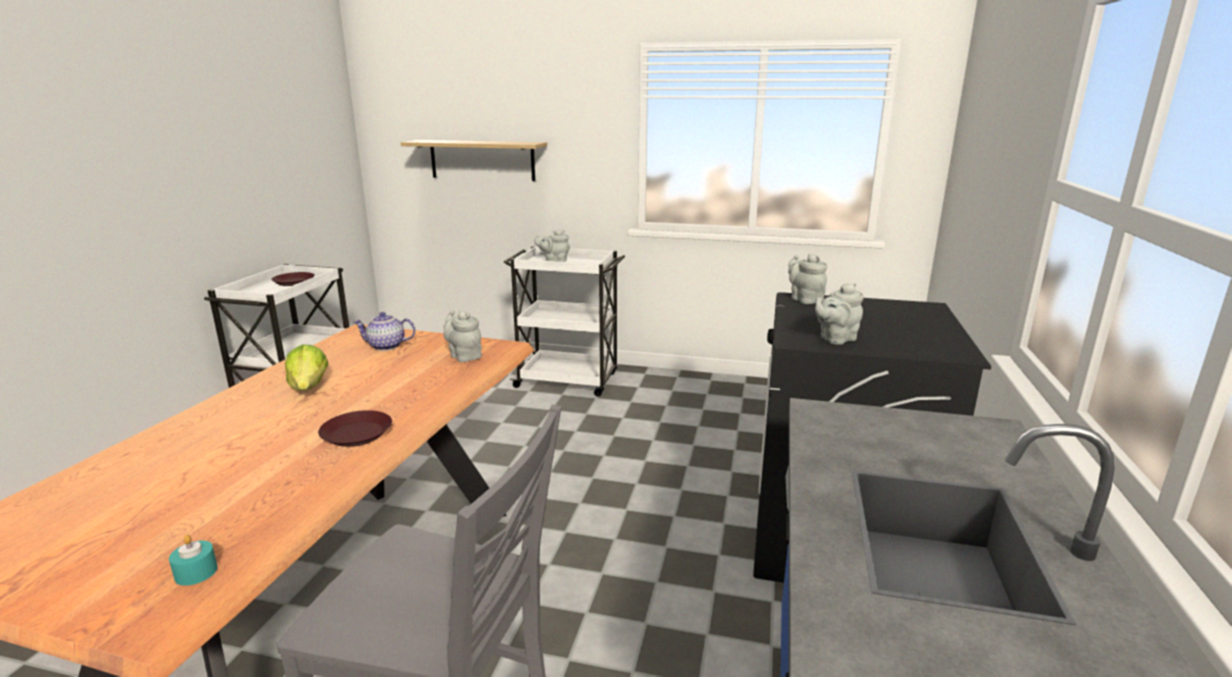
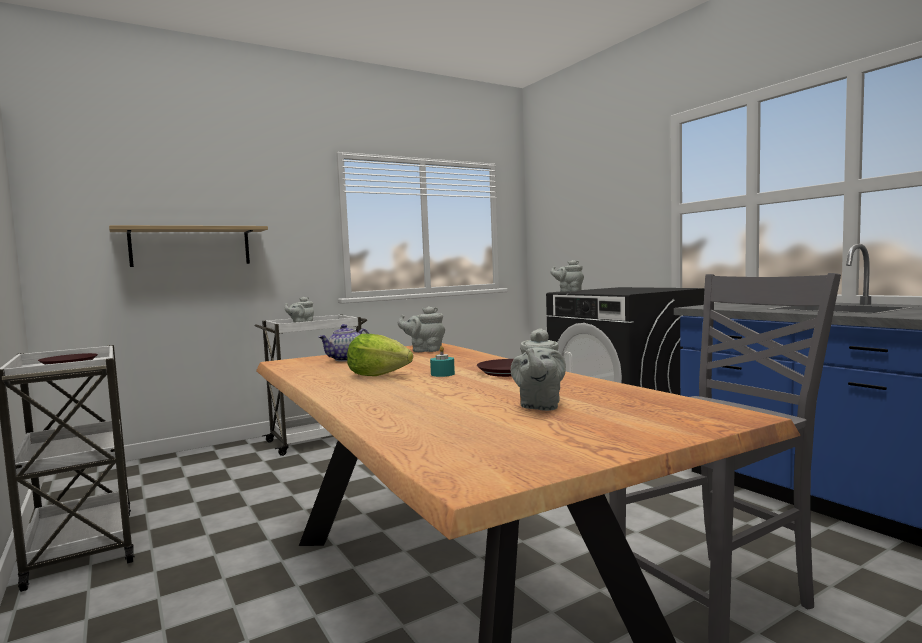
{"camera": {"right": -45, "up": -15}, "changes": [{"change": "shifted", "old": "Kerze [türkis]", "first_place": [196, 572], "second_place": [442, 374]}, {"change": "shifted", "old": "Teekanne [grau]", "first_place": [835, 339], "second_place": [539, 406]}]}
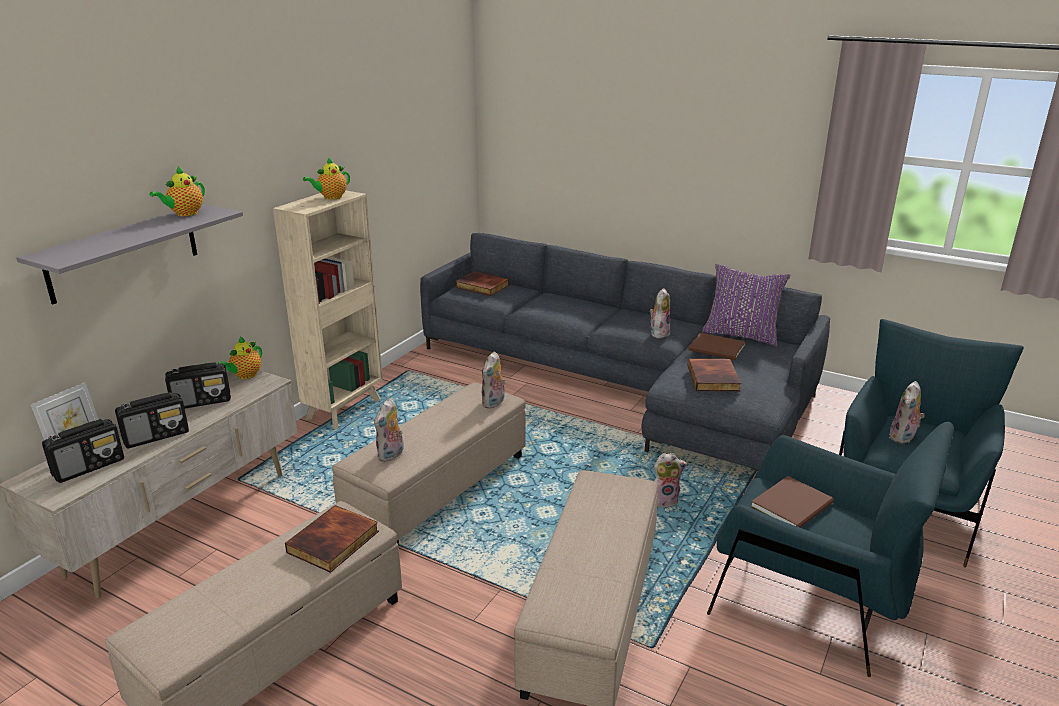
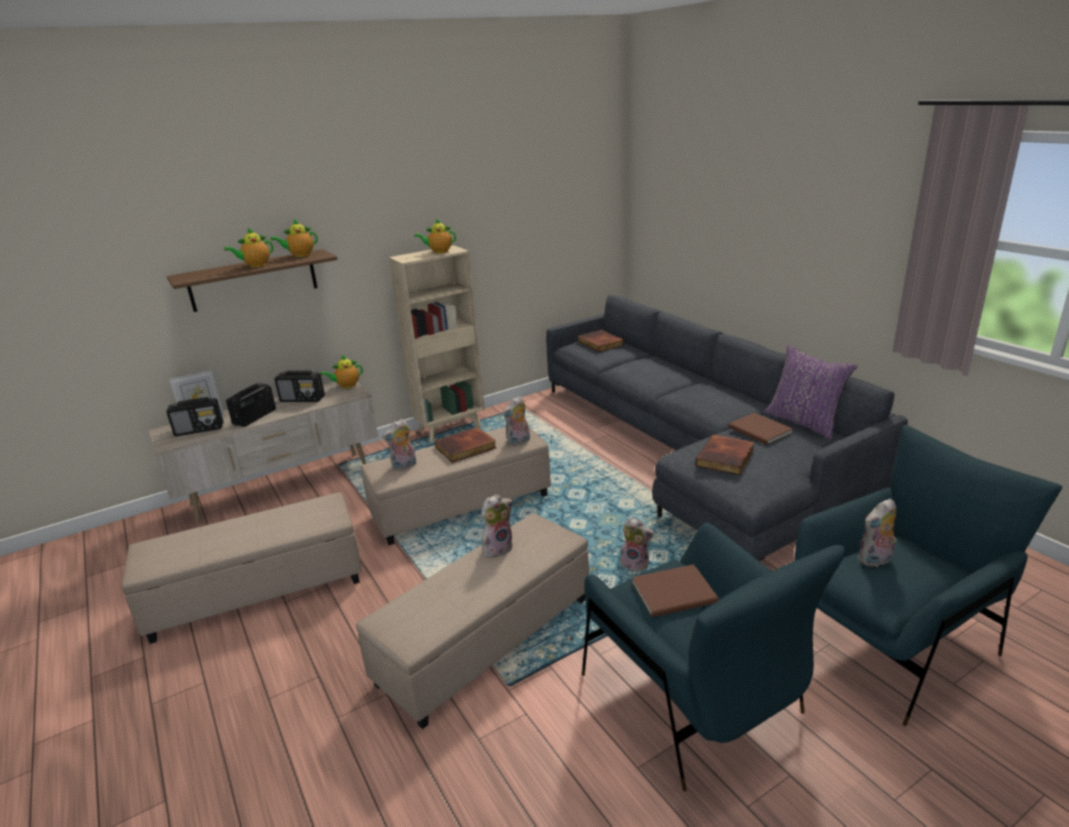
{"camera": {"right": 30, "up": 0}, "changes": [{"change": "new", "new": "Teekanne", "second_place": [255, 265]}, {"change": "shifted", "old": "Buch", "first_place": [334, 542], "second_place": [466, 448]}, {"change": "shifted", "old": "Plüschtier", "first_place": [658, 333], "second_place": [498, 548]}, {"change": "repainted", "old": "Wandregal [grau]", "new": "Wandregal [braun]", "first_place": [124, 252], "second_place": [253, 280]}, {"change": "rotated", "old": "Radio", "first_place": [157, 436], "second_place": [254, 417], "degrees": 120}]}
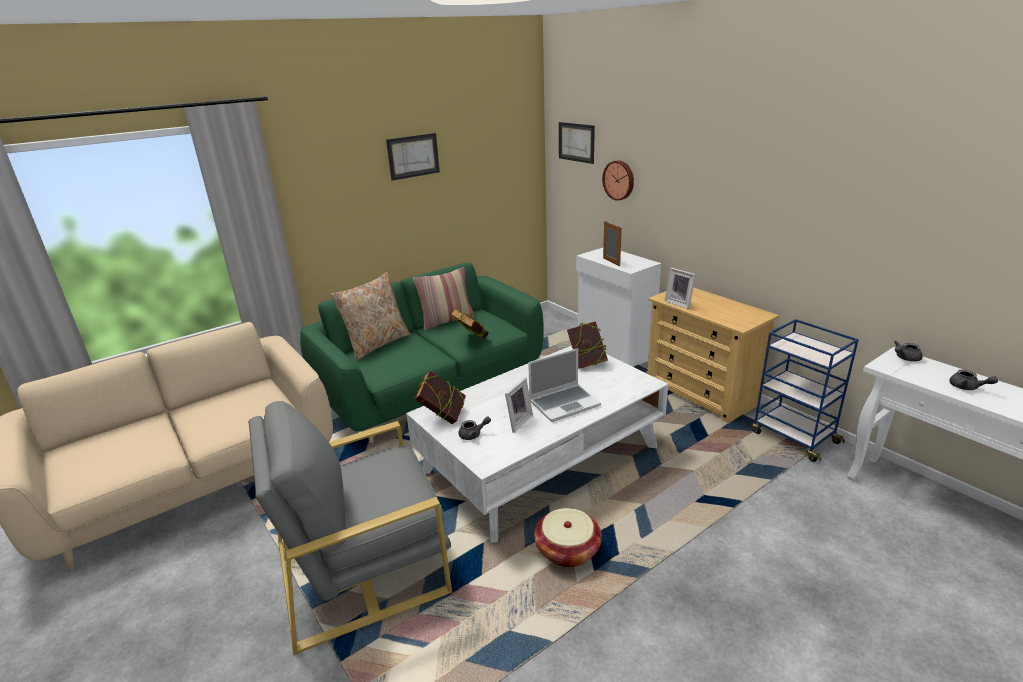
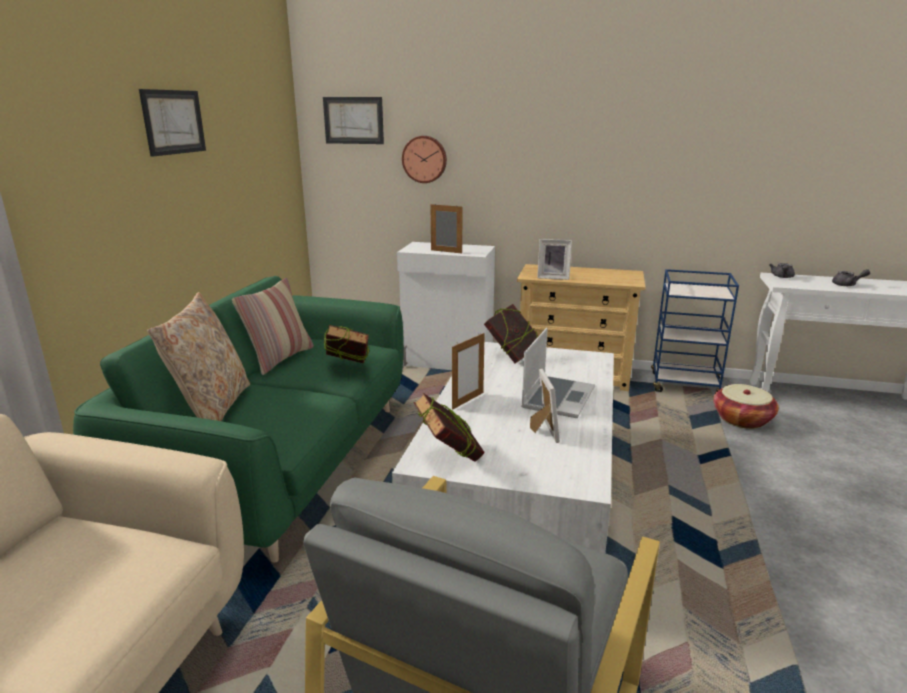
{"camera": {"right": -40, "up": -5}, "changes": [{"change": "gone", "old": "Teekanne [grau]", "first_place": [473, 434]}, {"change": "new", "new": "Bilderrahmen", "second_place": [468, 400]}, {"change": "shifted", "old": "Korb", "first_place": [567, 550], "second_place": [742, 419]}]}
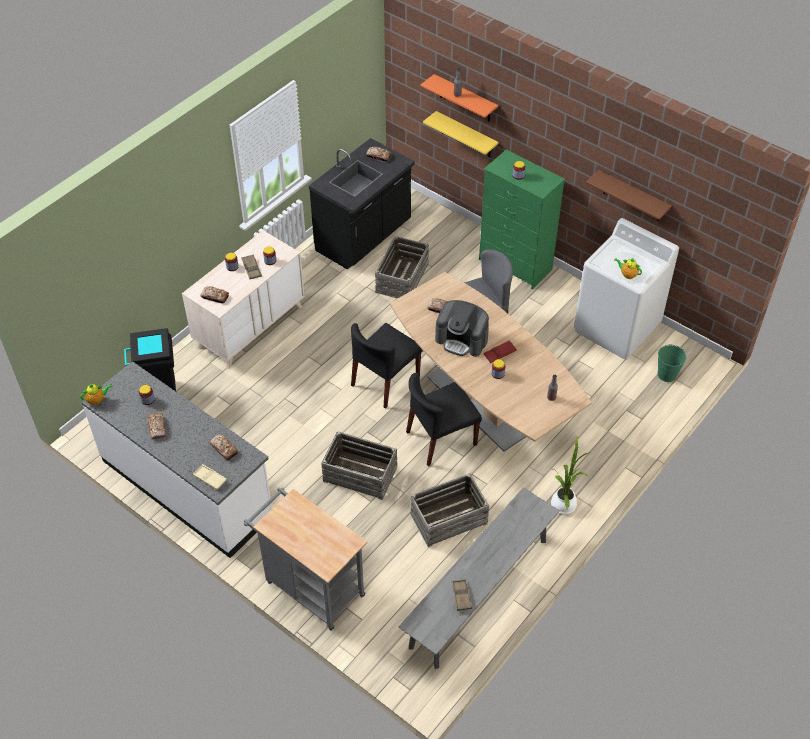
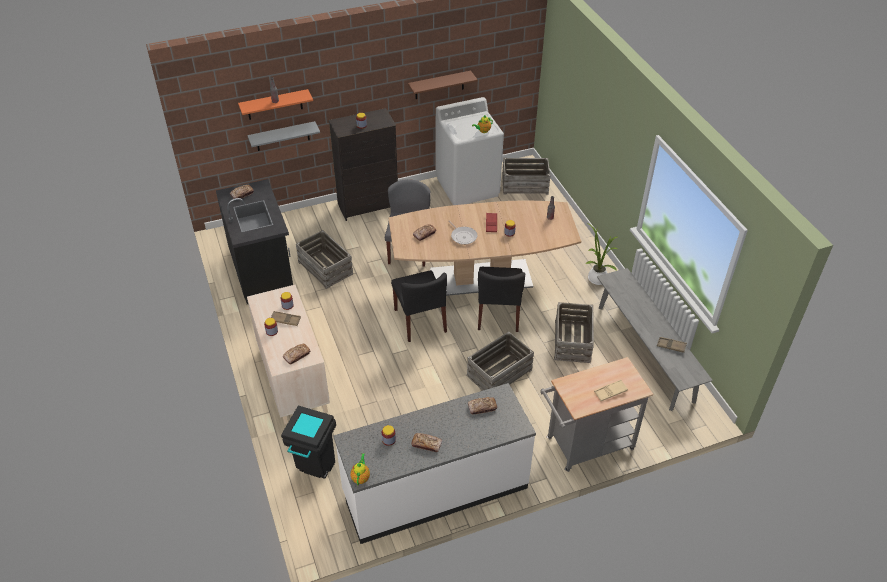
{"camera": {"right": -60, "up": -5}, "changes": [{"change": "shifted", "old": "Tablett [beige]", "first_place": [210, 478], "second_place": [610, 392]}, {"change": "swapped", "old": "Kaffeemaschine", "new": "Pfanne", "first_place": [462, 339], "second_place": [463, 236]}, {"change": "swapped", "old": "Eimer [grün]", "new": "Kiste", "first_place": [667, 374], "second_place": [525, 184]}, {"change": "repainted", "old": "Wandregal [gelb]", "new": "Wandregal [grau]", "first_place": [466, 135], "second_place": [282, 136]}, {"change": "repainted", "old": "Kommode [grün]", "new": "Kommode [schwarz]", "first_place": [515, 265], "second_place": [368, 206]}]}
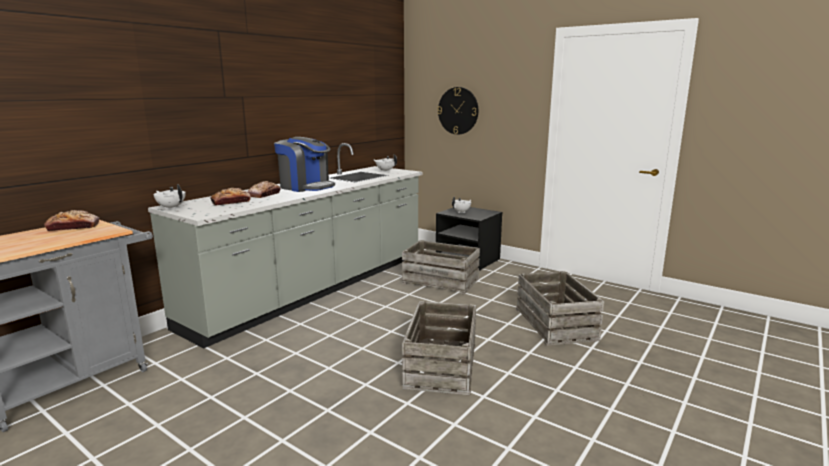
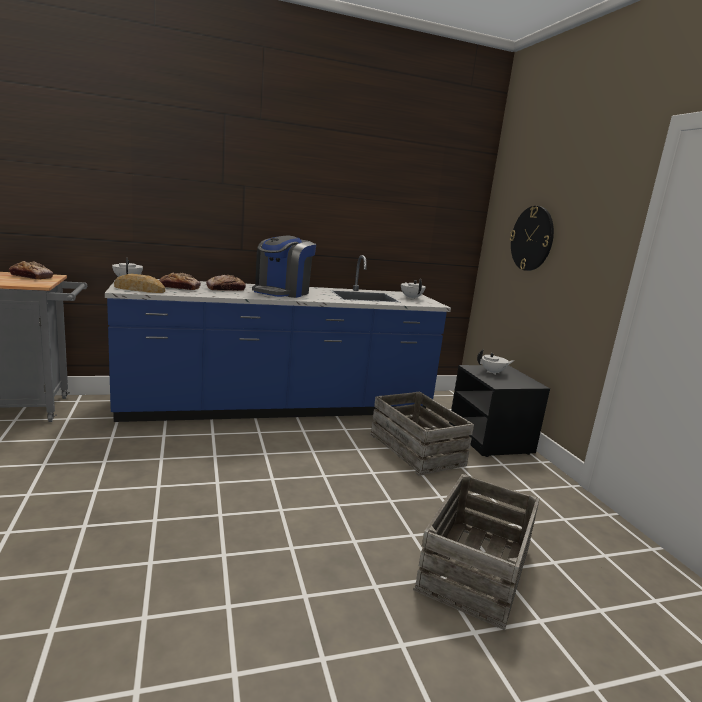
{"camera": {"right": 35, "up": 0}, "changes": [{"change": "gone", "old": "Kiste", "first_place": [440, 365]}, {"change": "new", "new": "Brot", "second_place": [139, 289]}, {"change": "repainted", "old": "Küchenzeile [grau]", "new": "Küchenzeile [blau]", "first_place": [315, 289], "second_place": [280, 408]}, {"change": "rotated", "old": "Kaffeemaschine", "first_place": [306, 187], "second_place": [282, 292], "degrees": 45}]}
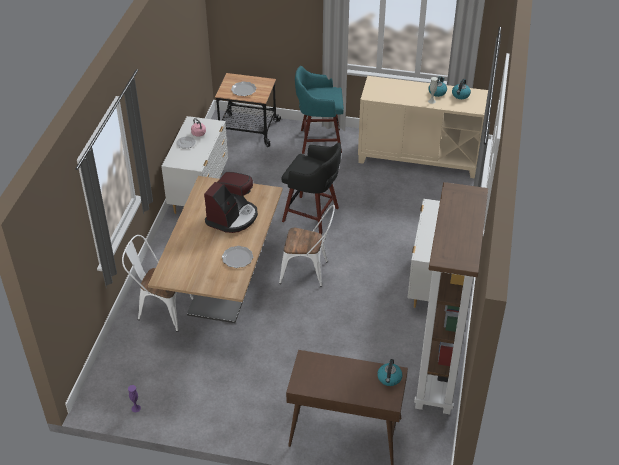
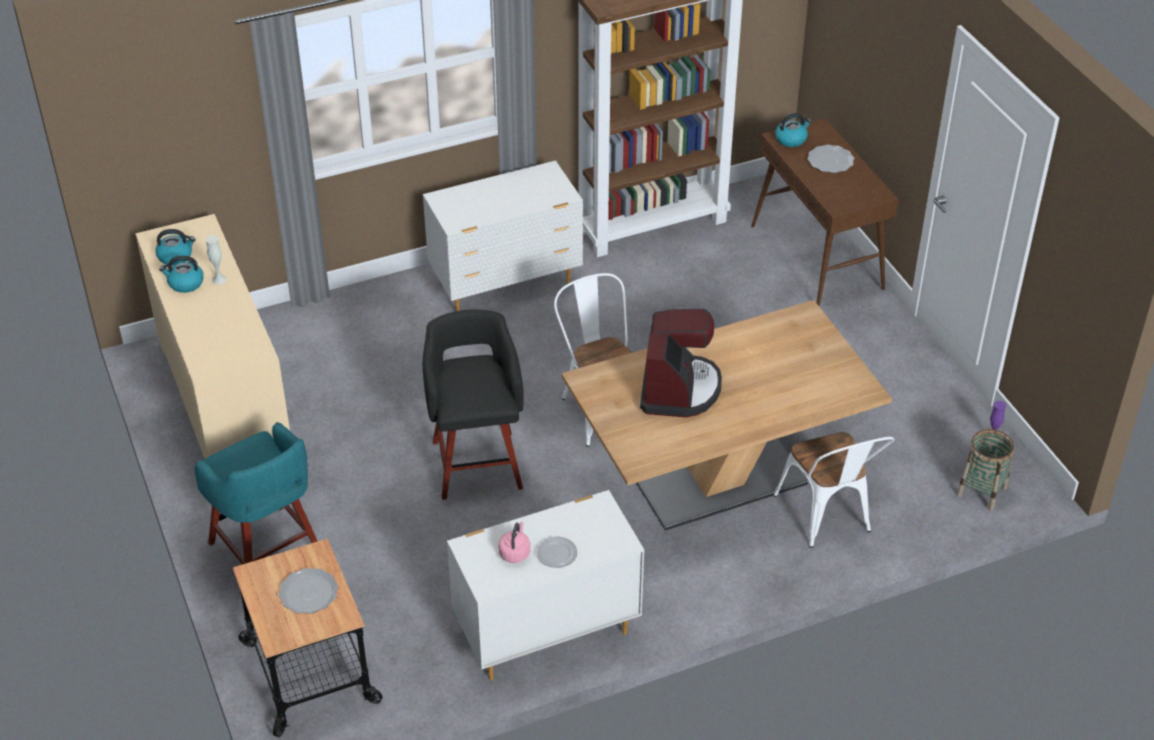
{"camera": {"right": -125, "up": 0}, "changes": [{"change": "new", "new": "Korb", "second_place": [981, 491]}, {"change": "shifted", "old": "Teller", "first_place": [237, 258], "second_place": [830, 161]}, {"change": "rotated", "old": "Kaffeemaschine", "first_place": [232, 217], "second_place": [679, 389], "degrees": 105}]}
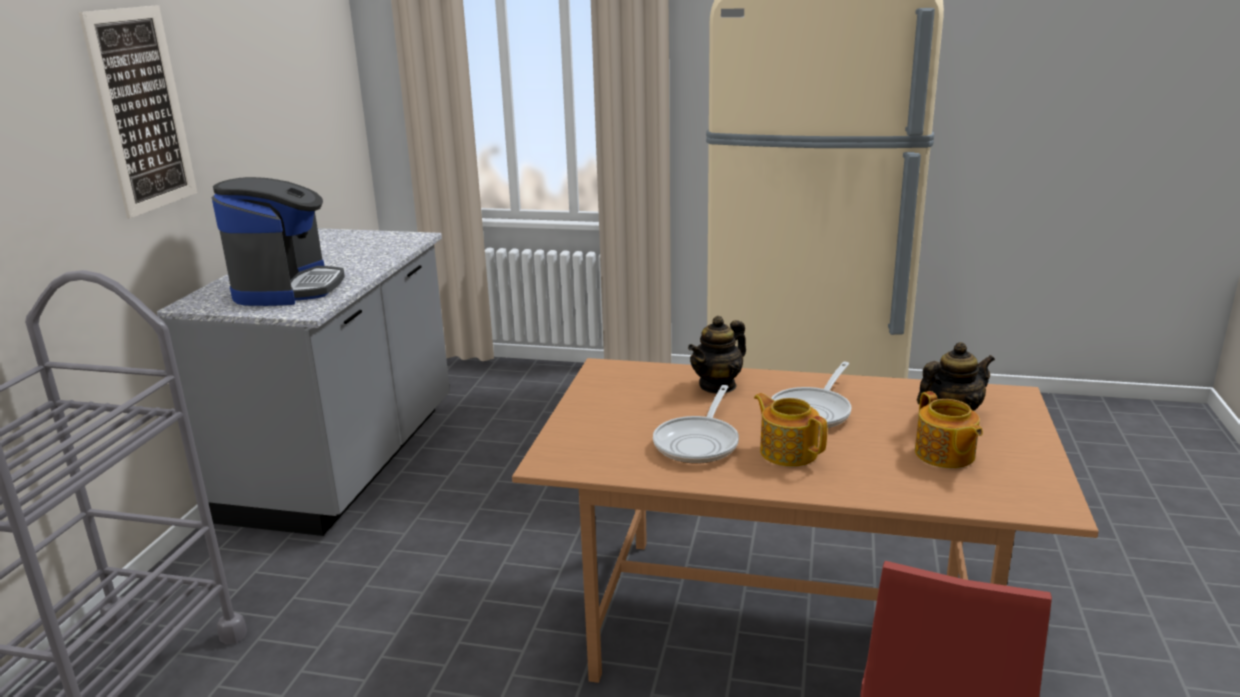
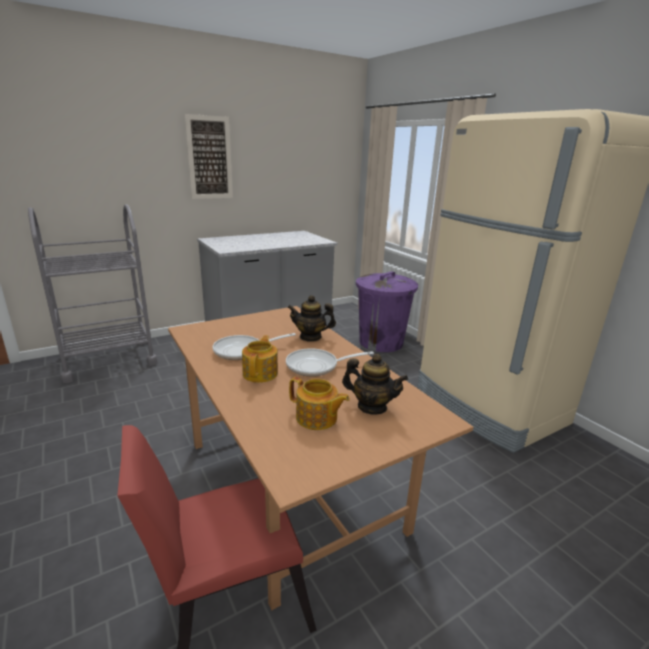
{"camera": {"right": 45, "up": 0}, "changes": [{"change": "gone", "old": "Kaffeemaschine", "first_place": [287, 288]}, {"change": "new", "new": "Mülleimer [lila]", "second_place": [381, 342]}, {"change": "rotated", "old": "Teekanne", "first_place": [944, 455], "second_place": [317, 418], "degrees": -90}]}
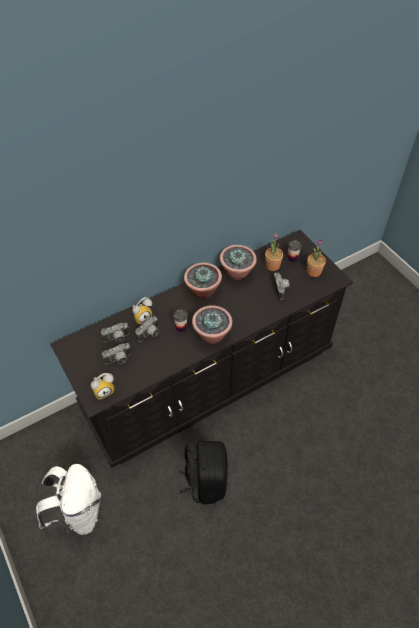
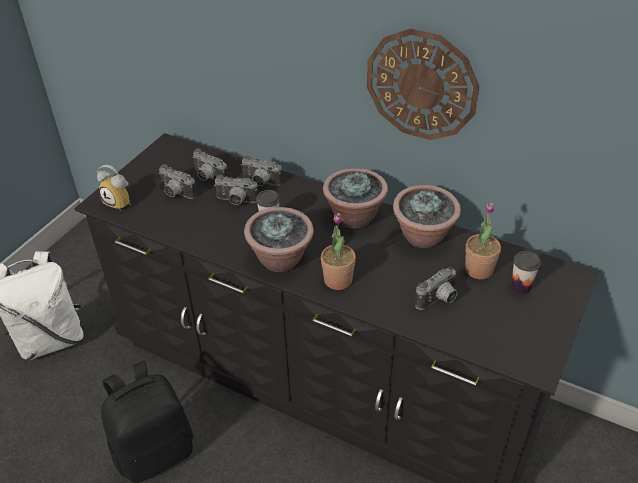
{"camera": {"right": 60, "up": -10}, "changes": [{"change": "new", "new": "Wanduhr", "second_place": [421, 85]}, {"change": "shifted", "old": "Topfpflanze", "first_place": [314, 271], "second_place": [338, 280]}, {"change": "swapped", "old": "Wecker", "new": "Kamera", "first_place": [142, 317], "second_place": [260, 183]}]}
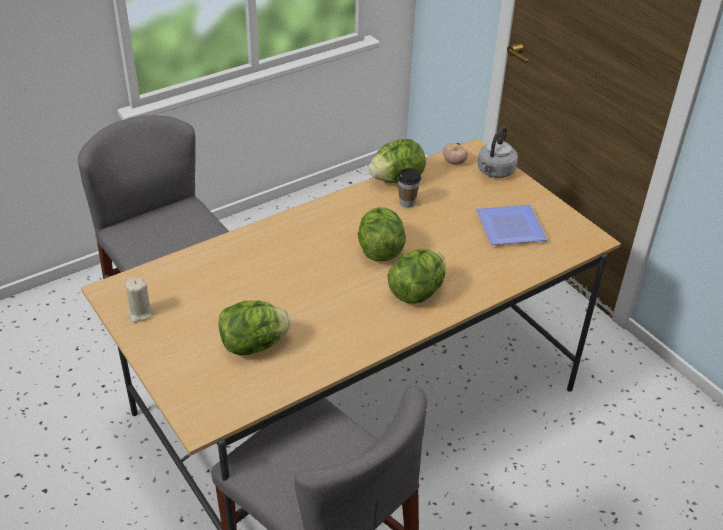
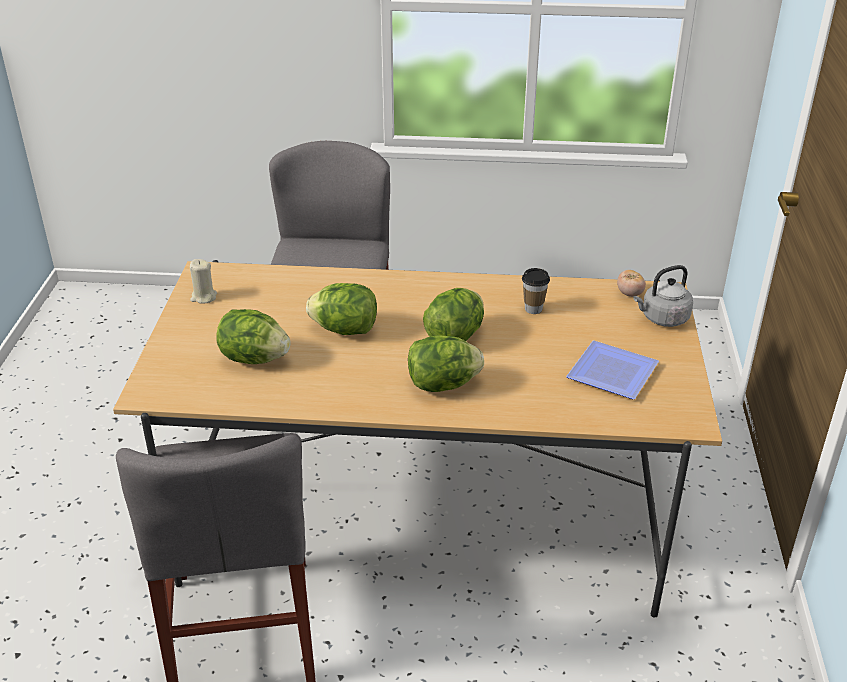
{"camera": {"right": 40, "up": -5}, "changes": [{"change": "shifted", "old": "Salatkopf", "first_place": [397, 179], "second_place": [345, 330]}]}
